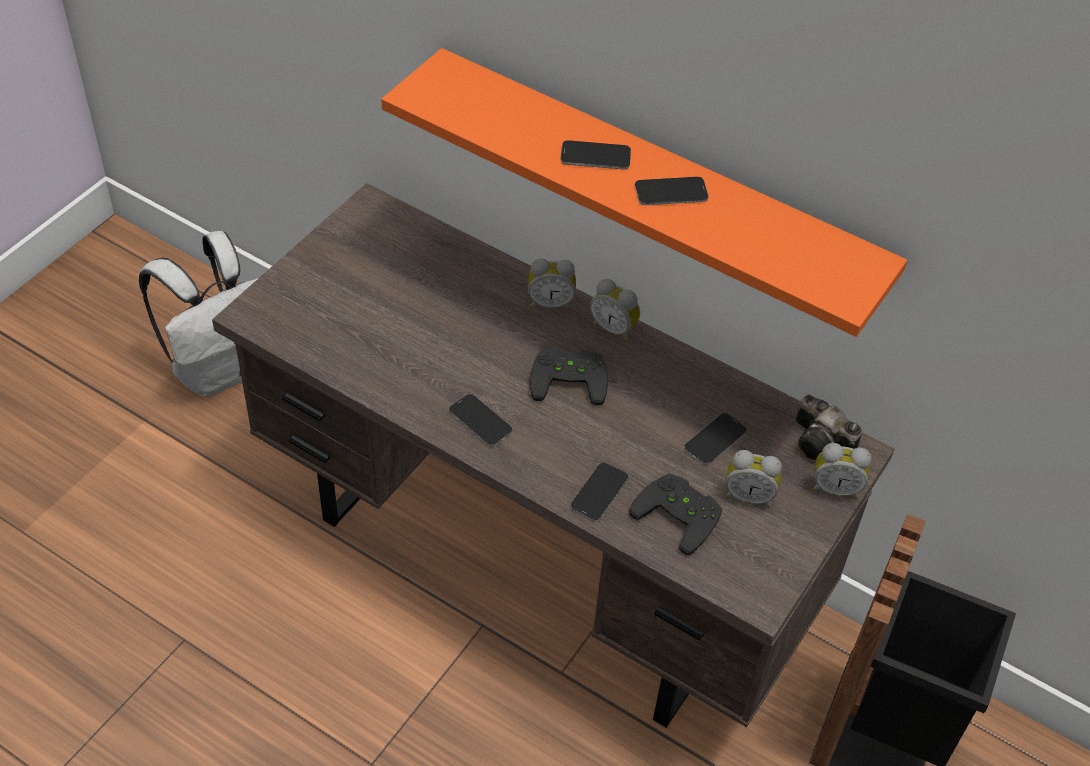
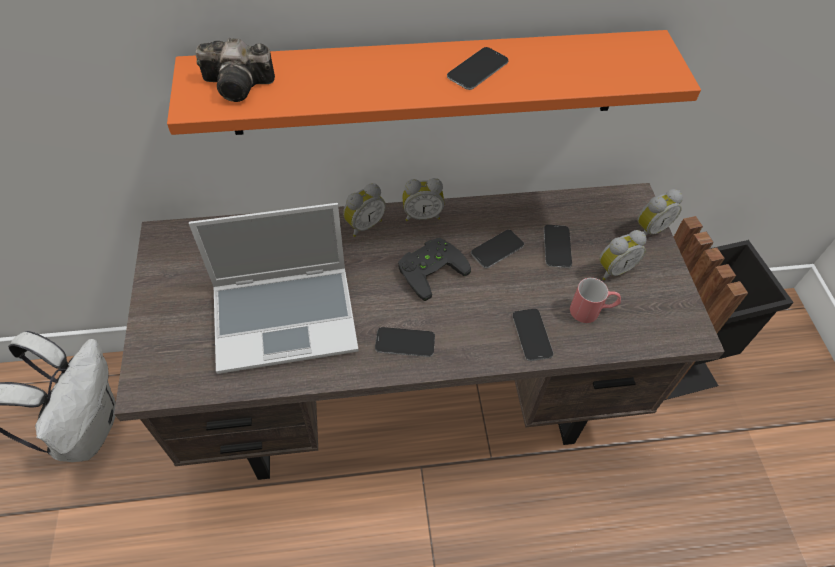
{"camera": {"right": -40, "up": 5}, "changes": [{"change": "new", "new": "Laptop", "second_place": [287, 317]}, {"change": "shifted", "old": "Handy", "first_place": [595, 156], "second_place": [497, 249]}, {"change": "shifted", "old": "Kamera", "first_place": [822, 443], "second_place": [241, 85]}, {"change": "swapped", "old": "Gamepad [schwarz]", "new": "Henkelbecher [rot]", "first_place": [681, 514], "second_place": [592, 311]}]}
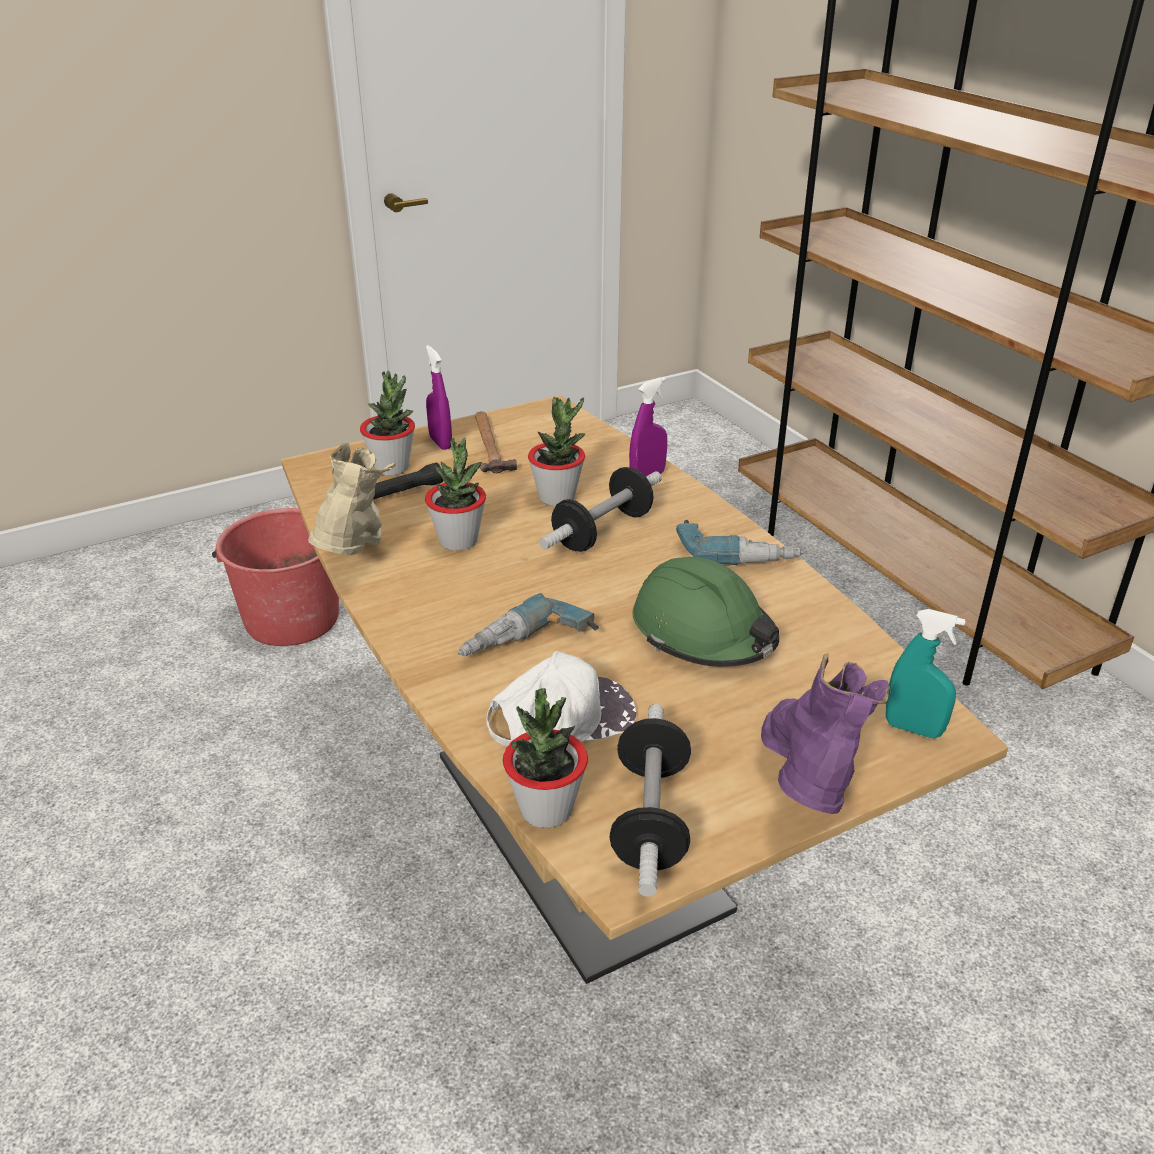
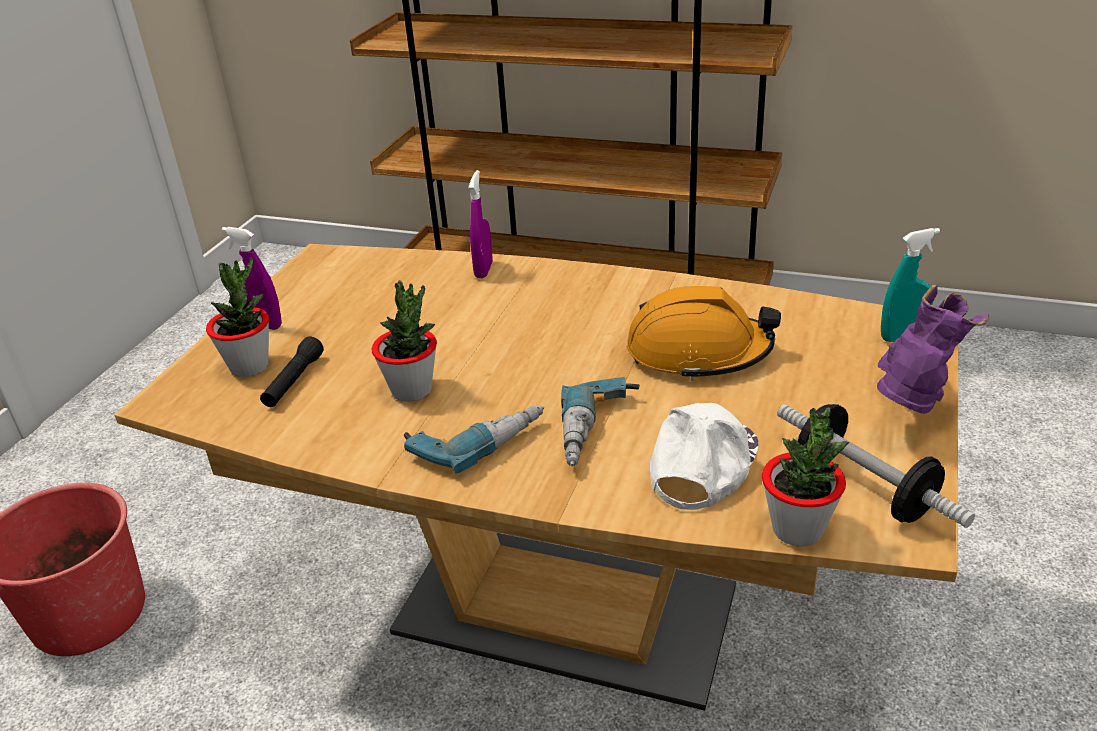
{"camera": {"right": -40, "up": 0}, "changes": [{"change": "gone", "old": "Stiefel [beige]", "first_place": [355, 555]}, {"change": "gone", "old": "Hammer", "first_place": [490, 445]}, {"change": "gone", "old": "Topfpflanze", "first_place": [557, 497]}, {"change": "gone", "old": "Hantel", "first_place": [602, 531]}, {"change": "shifted", "old": "Bohrmaschine", "first_place": [737, 552], "second_place": [476, 439]}, {"change": "repainted", "old": "Schutzhelm [grün]", "new": "Schutzhelm [orange]", "first_place": [703, 633], "second_place": [698, 352]}, {"change": "rotated", "old": "Stiefel [lila]", "first_place": [806, 789], "second_place": [910, 407], "degrees": 60}]}
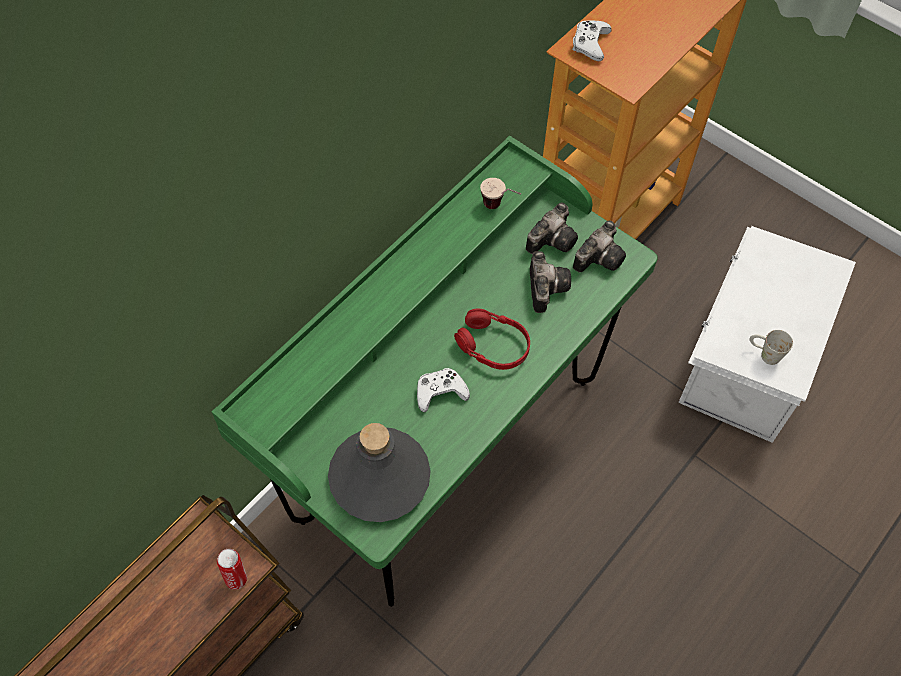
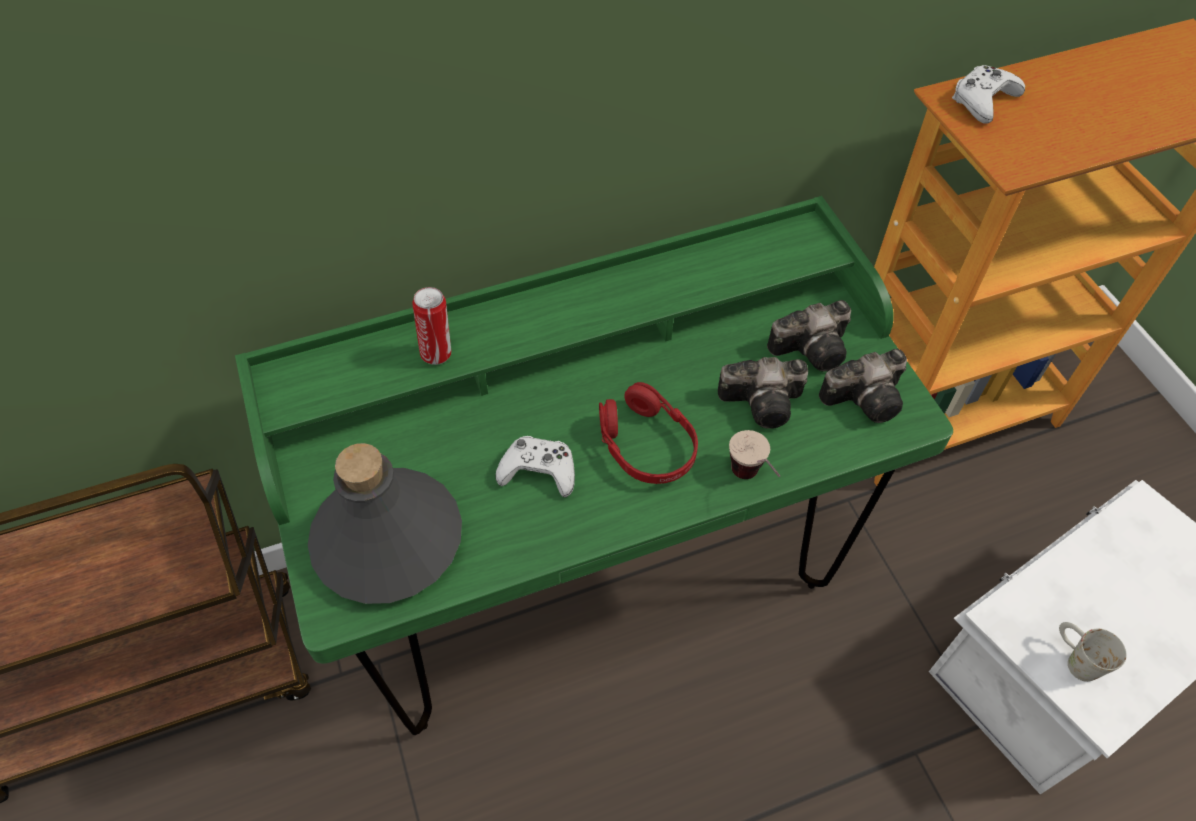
{"camera": {"right": 30, "up": -5}, "changes": [{"change": "shifted", "old": "Dose", "first_place": [237, 578], "second_place": [437, 353]}, {"change": "shifted", "old": "Tasse", "first_place": [500, 208], "second_place": [752, 481]}, {"change": "rotated", "old": "Kamera", "first_place": [545, 286], "second_place": [765, 402], "degrees": 60}]}
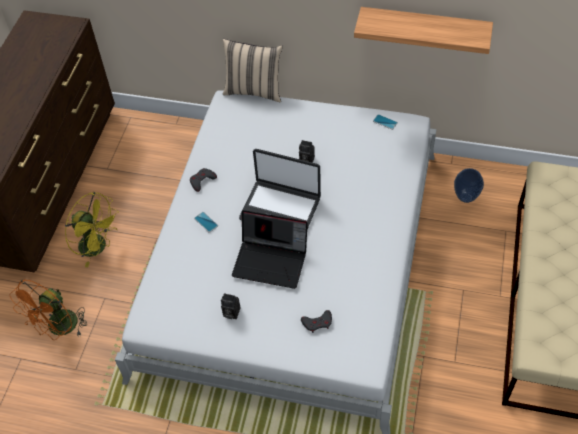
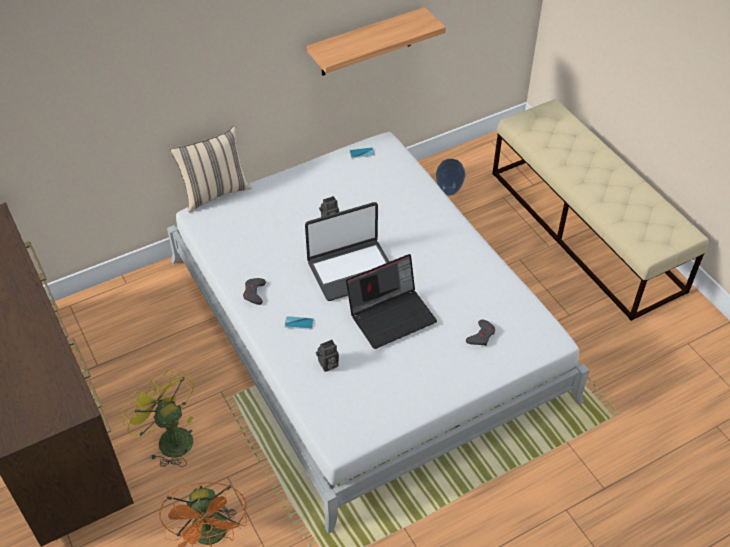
{"camera": {"right": -45, "up": -5}, "changes": [{"change": "shifted", "old": "Kamera", "first_place": [230, 313], "second_place": [328, 365]}, {"change": "rotated", "old": "Ventilator [gelb]", "first_place": [98, 247], "second_place": [169, 438], "degrees": -120}]}
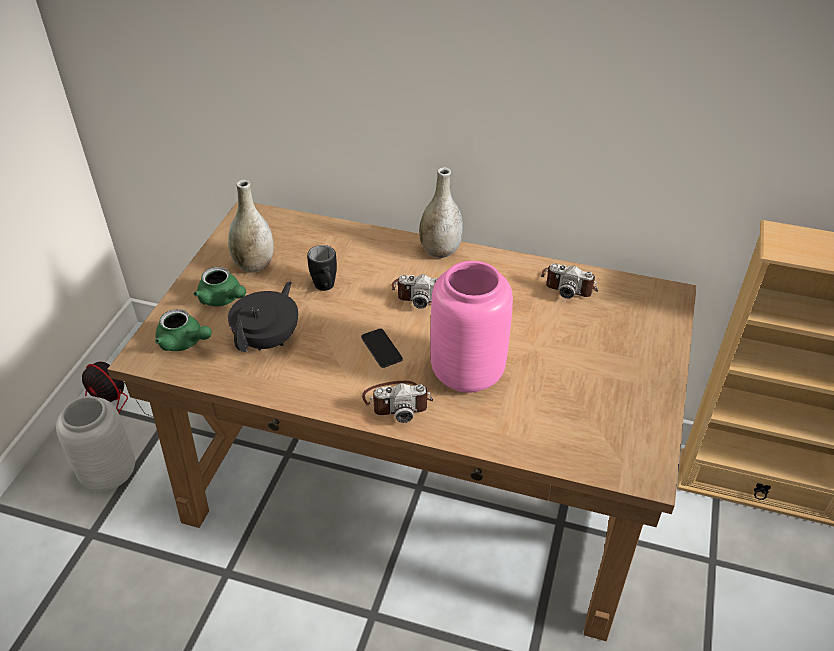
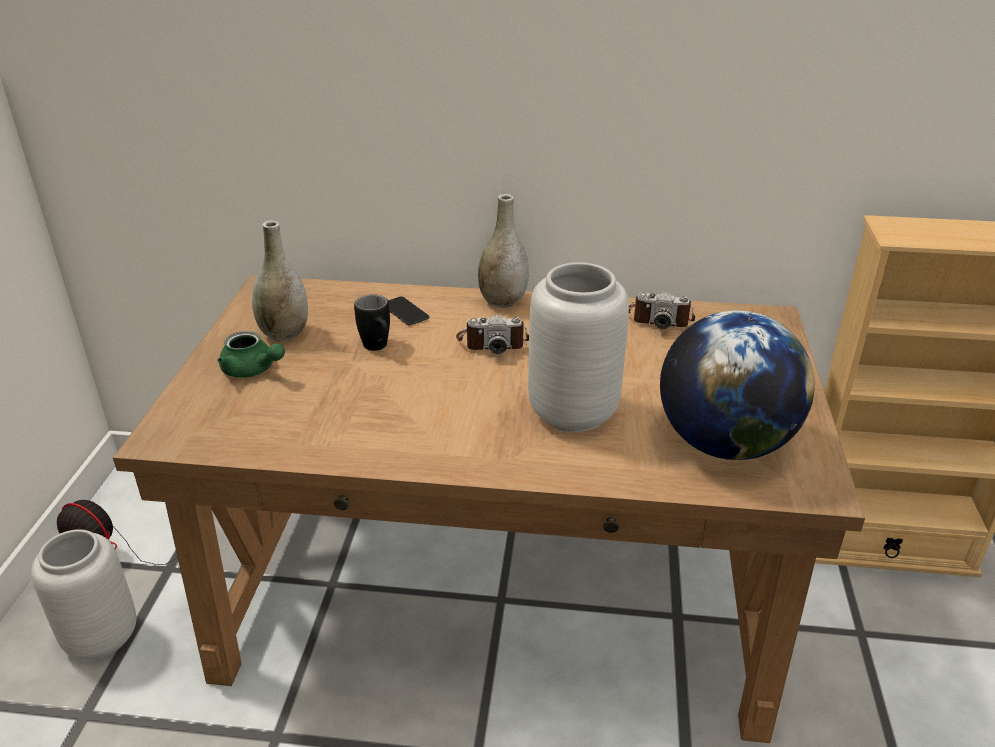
{"camera": {"right": -10, "up": -10}, "changes": [{"change": "gone", "old": "Teekanne [grün]", "first_place": [184, 342]}, {"change": "gone", "old": "Teekanne [schwarz]", "first_place": [268, 339]}, {"change": "gone", "old": "Kamera", "first_place": [397, 401]}, {"change": "new", "new": "Globus", "second_place": [724, 444]}, {"change": "shifted", "old": "Handy", "first_place": [381, 348], "second_place": [405, 312]}, {"change": "repainted", "old": "Vase [rosa]", "new": "Vase [grau]", "first_place": [467, 372], "second_place": [572, 412]}]}
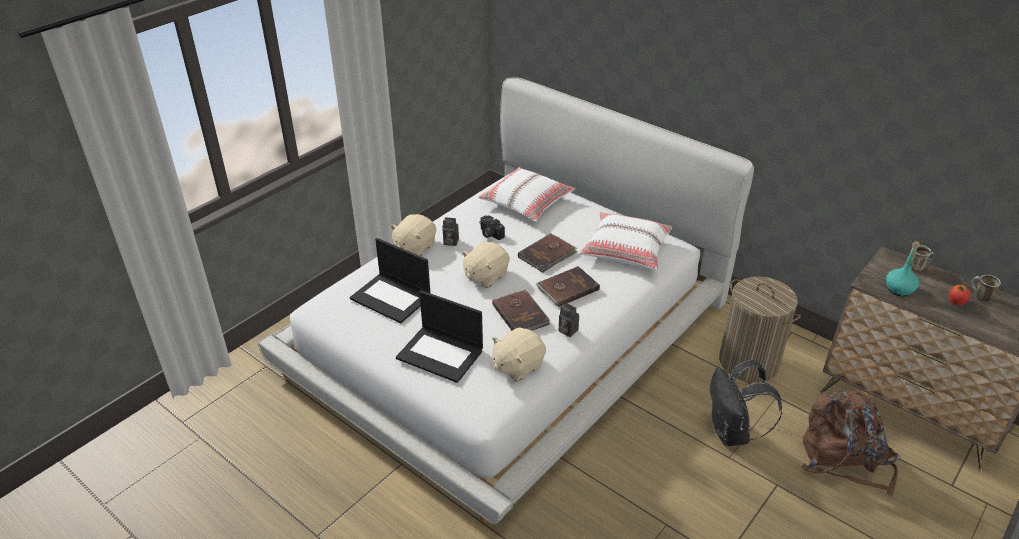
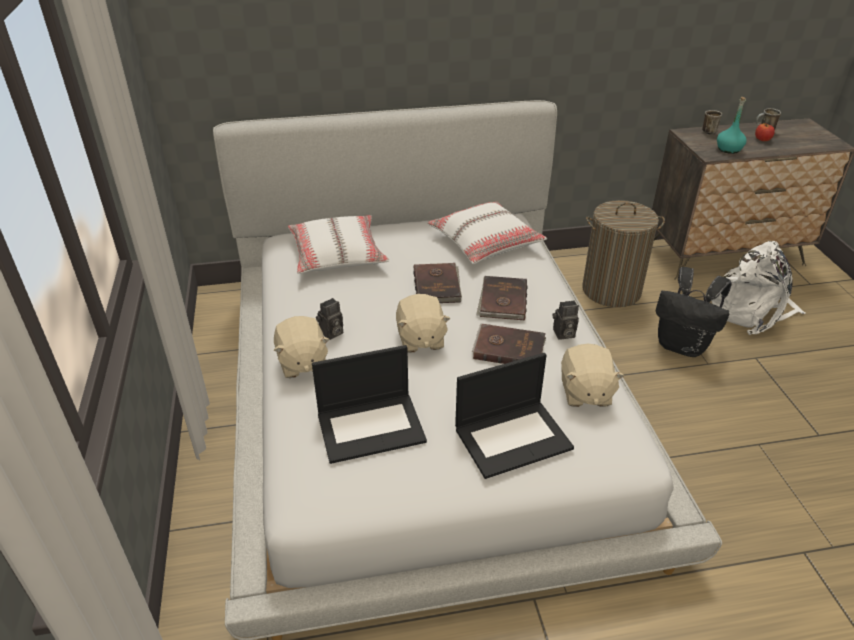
{"camera": {"right": -50, "up": 0}, "changes": [{"change": "gone", "old": "Kamera", "first_place": [489, 234]}, {"change": "repainted", "old": "Rucksack [braun]", "new": "Rucksack [weiß]", "first_place": [844, 458], "second_place": [751, 311]}]}
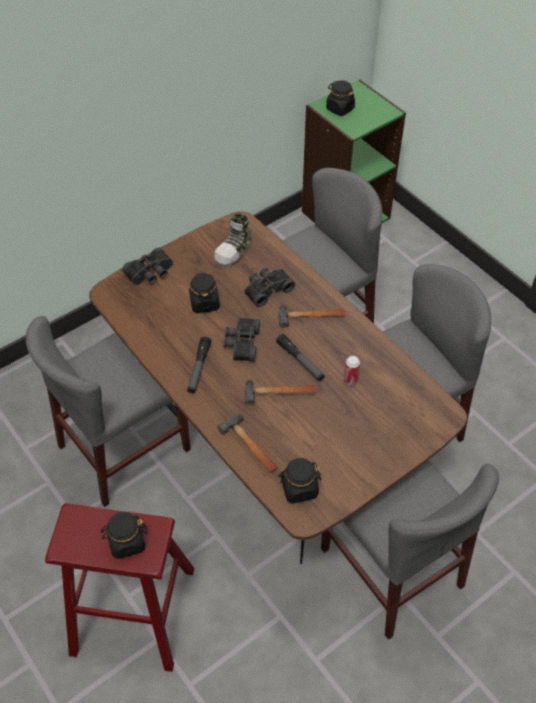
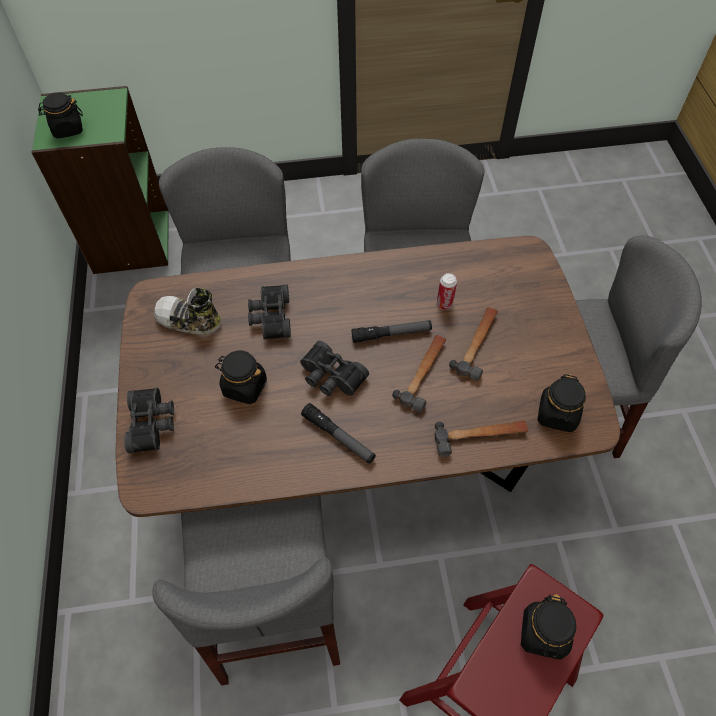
{"camera": {"right": -60, "up": 5}, "changes": [{"change": "shifted", "old": "Hammer", "first_place": [311, 317], "second_place": [478, 344]}, {"change": "rotated", "old": "Schuh", "first_place": [234, 251], "second_place": [188, 321], "degrees": 135}]}
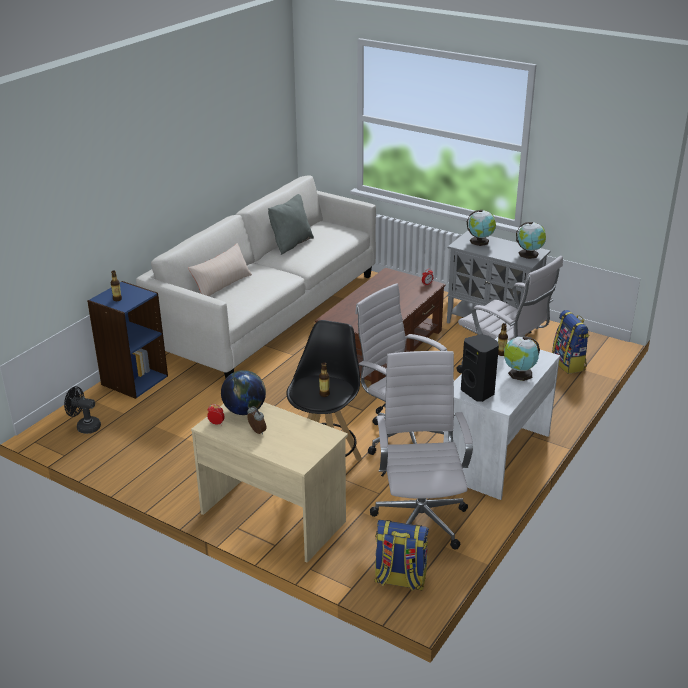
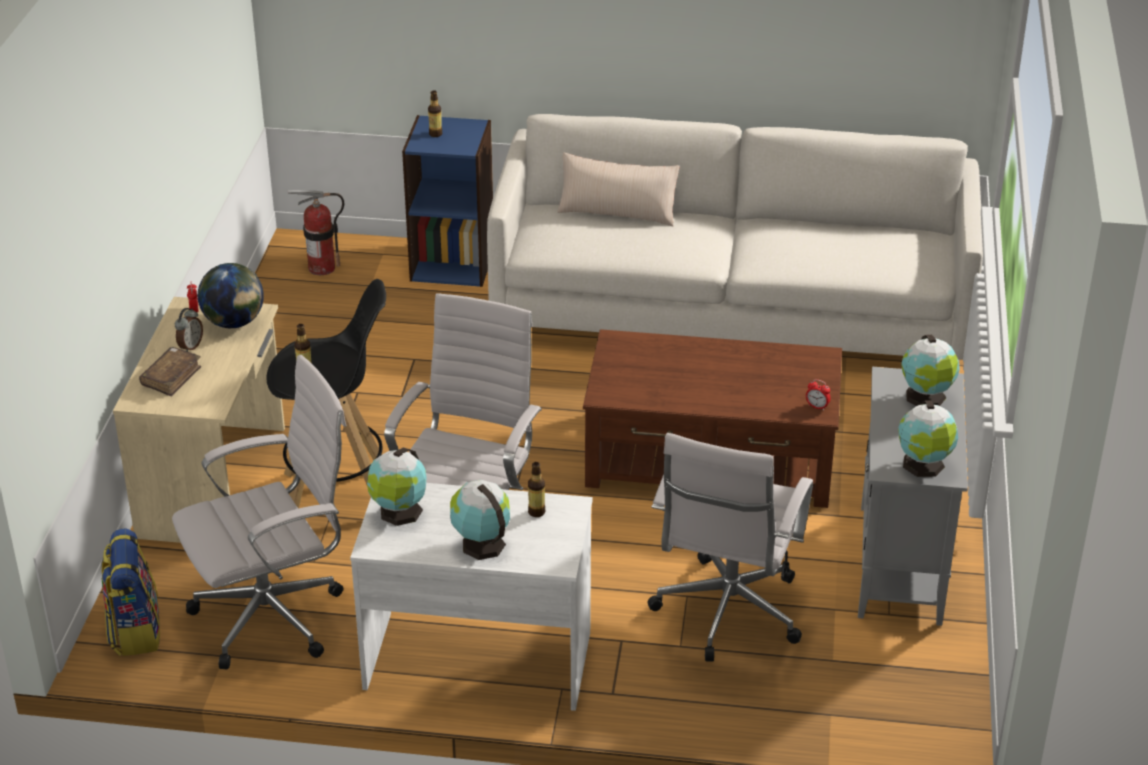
{"camera": {"right": 65, "up": 5}, "changes": [{"change": "gone", "old": "Kissen [grau]", "first_place": [291, 244]}, {"change": "gone", "old": "Rucksack", "first_place": [569, 363]}, {"change": "new", "new": "Buch [braun]", "second_place": [171, 377]}, {"change": "swapped", "old": "Ventilator [schwarz]", "new": "Feuerlöscher", "first_place": [85, 427], "second_place": [321, 268]}, {"change": "swapped", "old": "Lautsprecher [schwarz]", "new": "Globus", "first_place": [478, 392], "second_place": [399, 513]}]}
